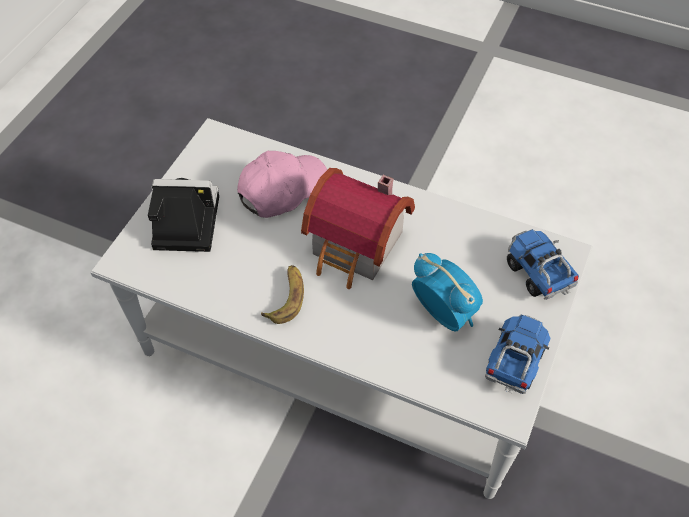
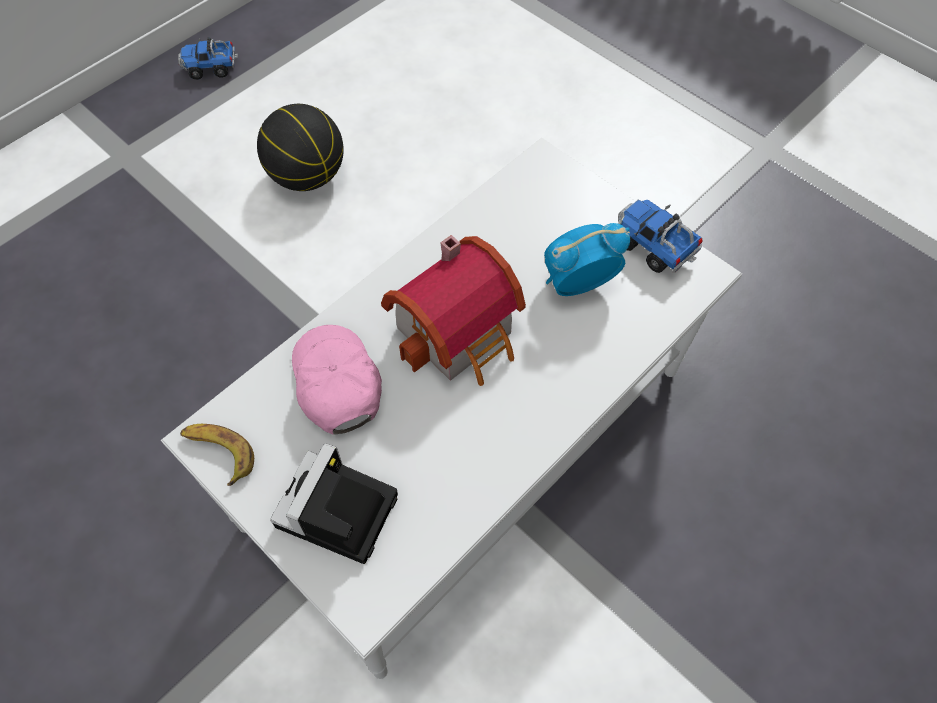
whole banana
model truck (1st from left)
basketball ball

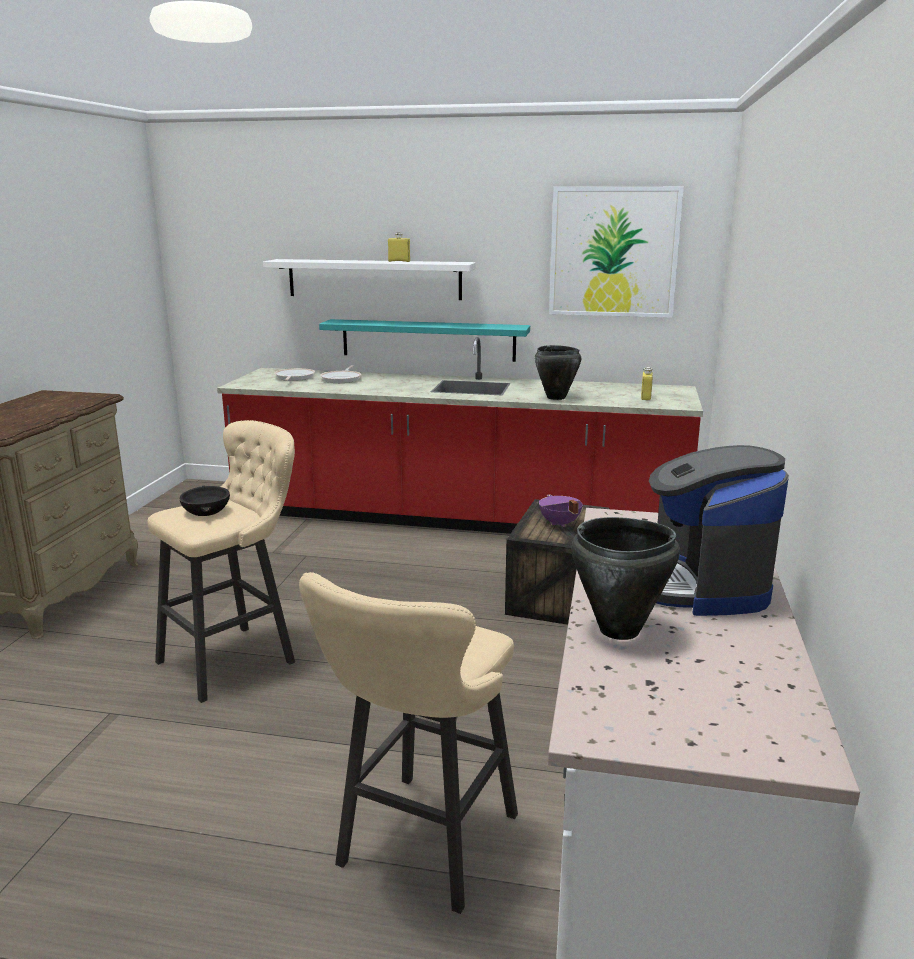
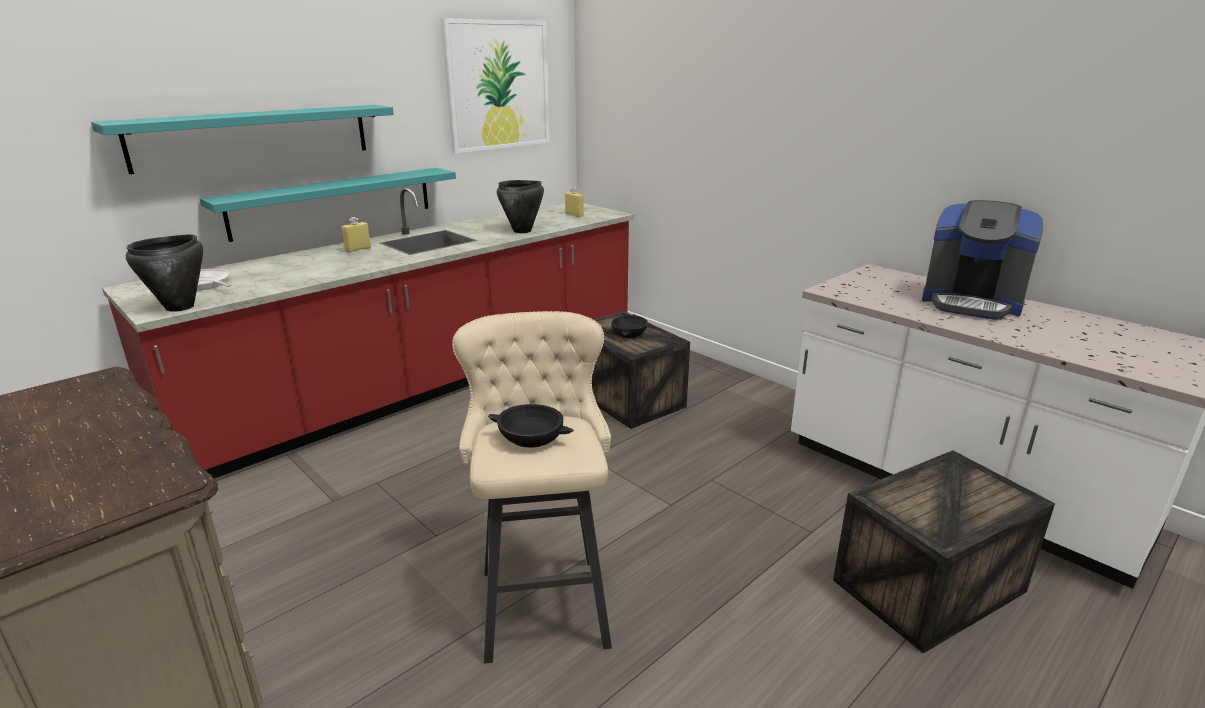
turquoise shelf (1st from left)
shipping crate (2nd from left)
pan (2nd from left in the first image)
yellow bottle (1st from left)
blackish serving bowl (2nd from left)
blackish saucepot (1st from left)

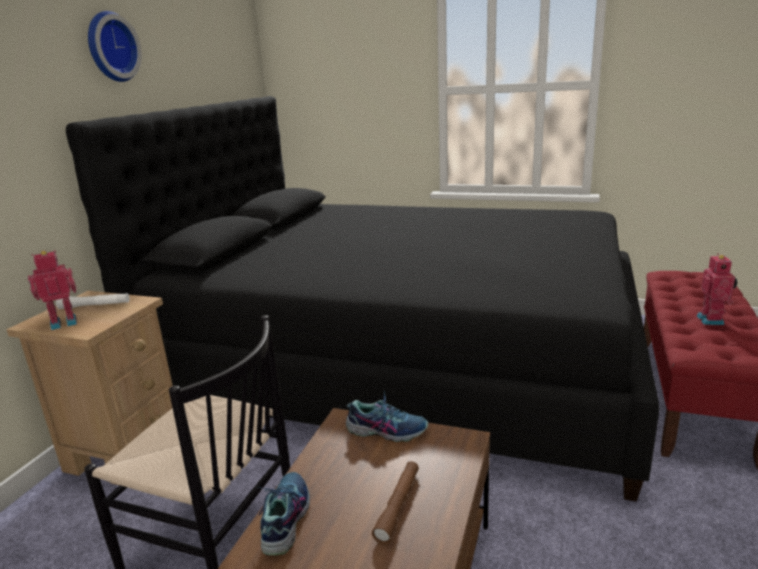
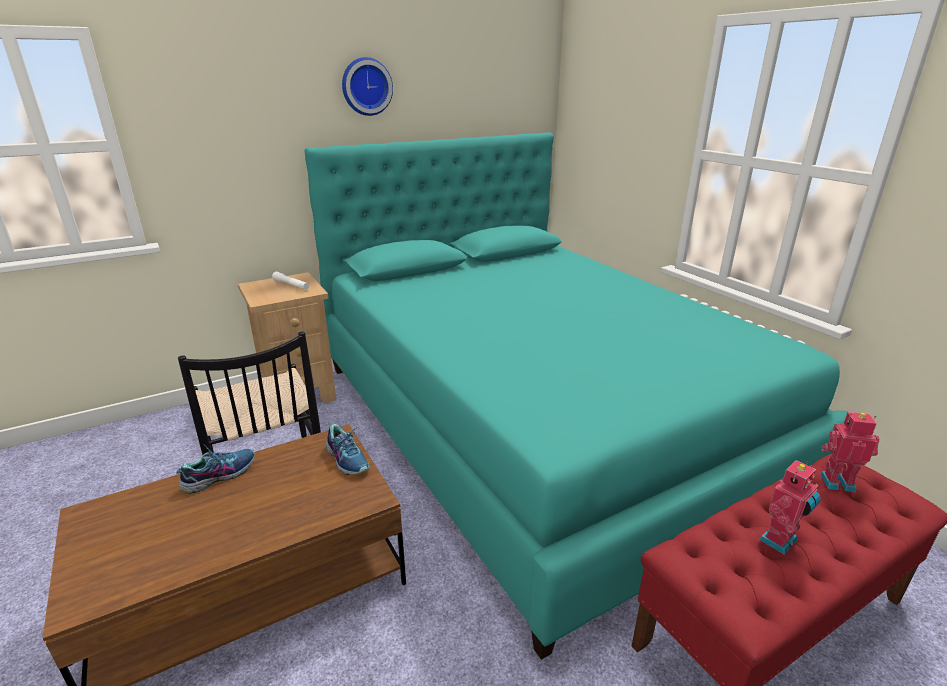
robot figure (2nd from left)
turquoise sleeping bed
brownish flashlight

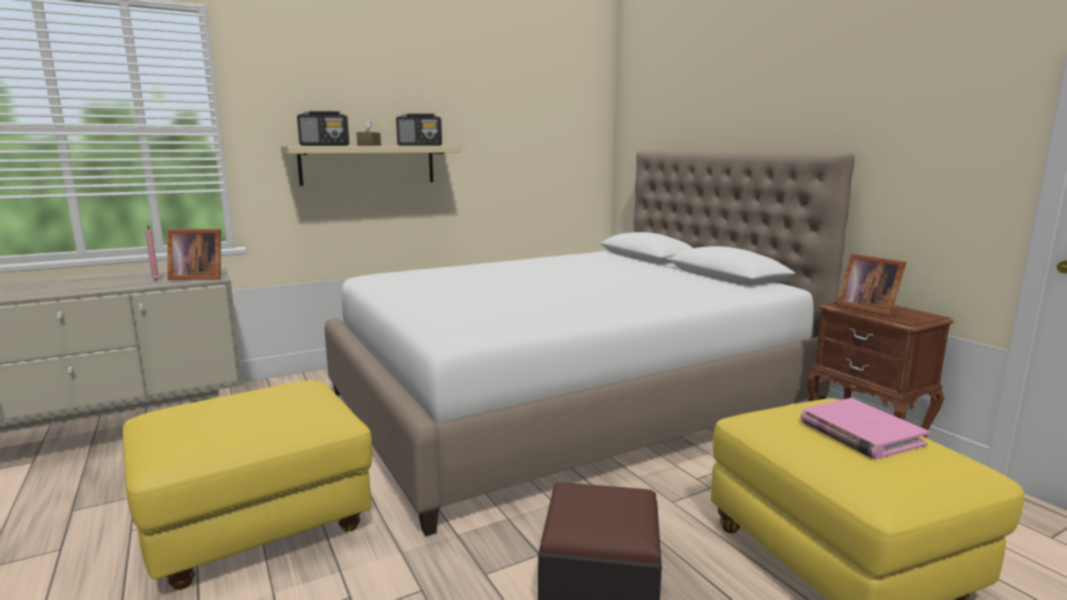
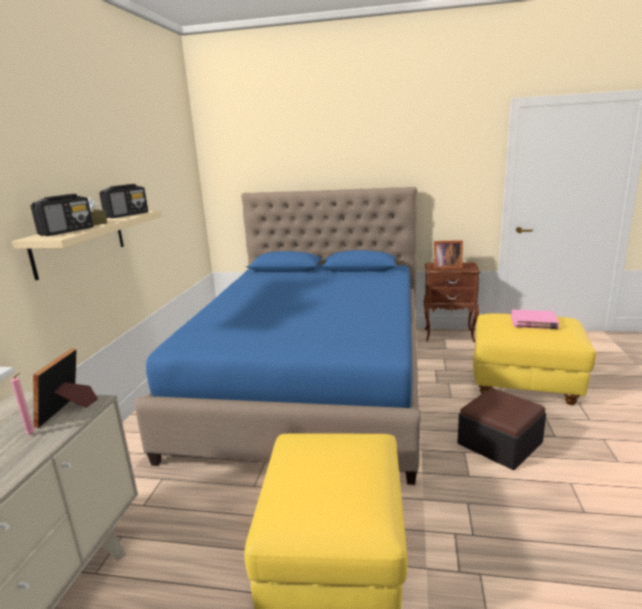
photo frame (1st from left)
blue sleeping bed

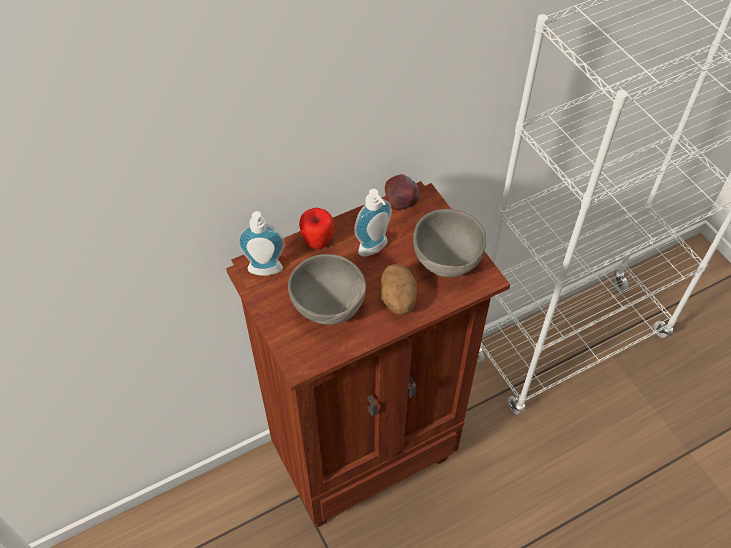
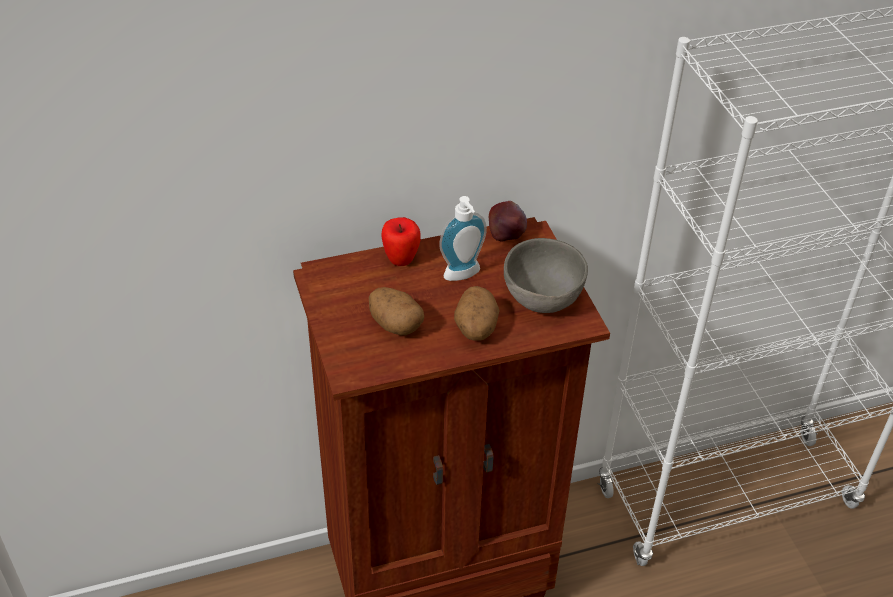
liquid soap bottle (1st from left in the first image)
whole potato (1st from left)

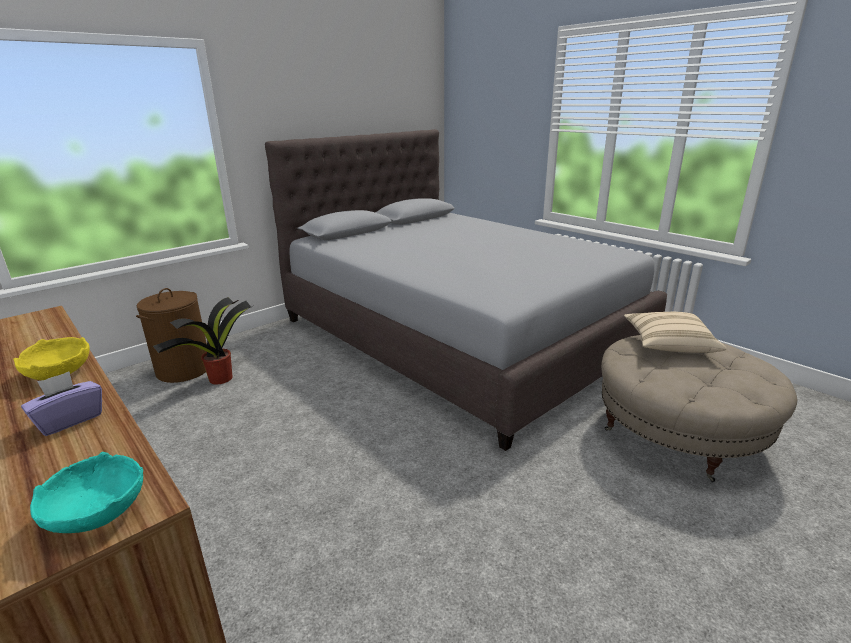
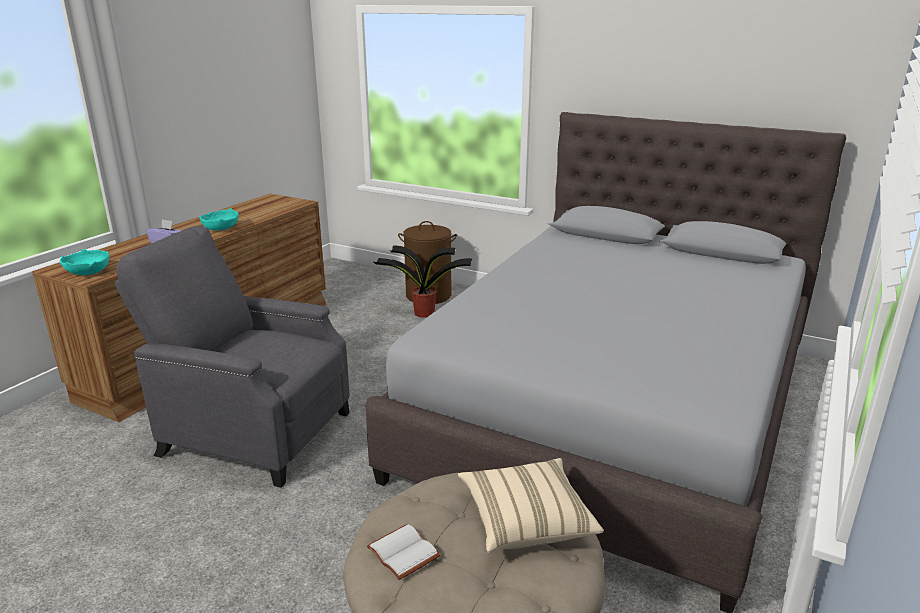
turquoise serving bowl (2nd from left)
greyish easy chair
whitish bound book

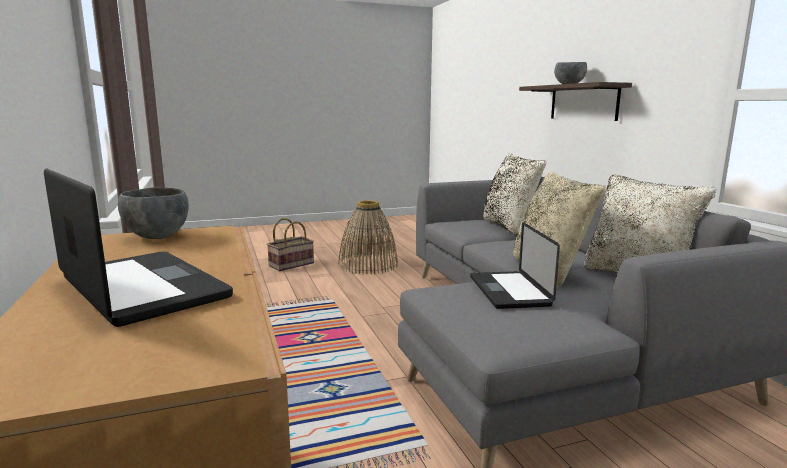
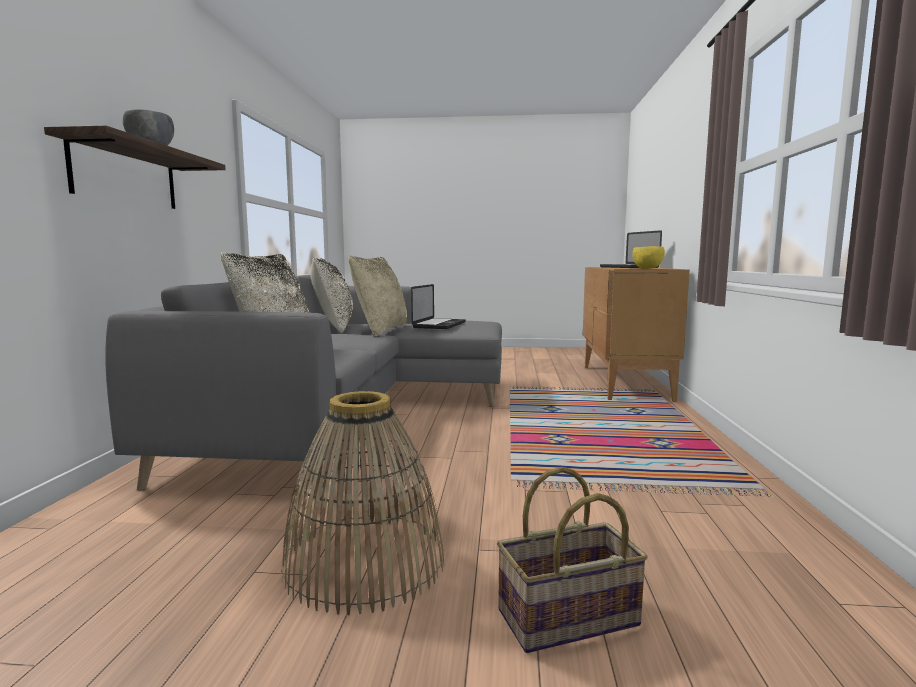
yellow serving bowl

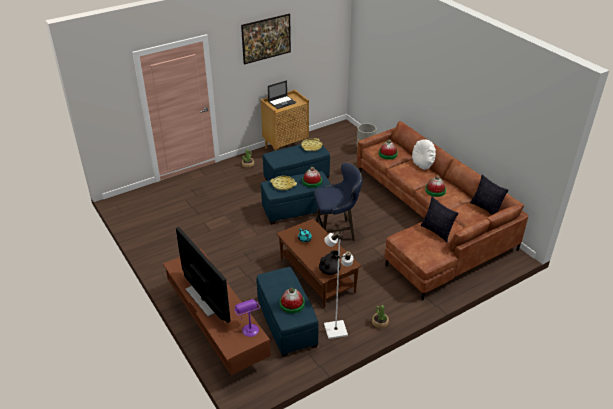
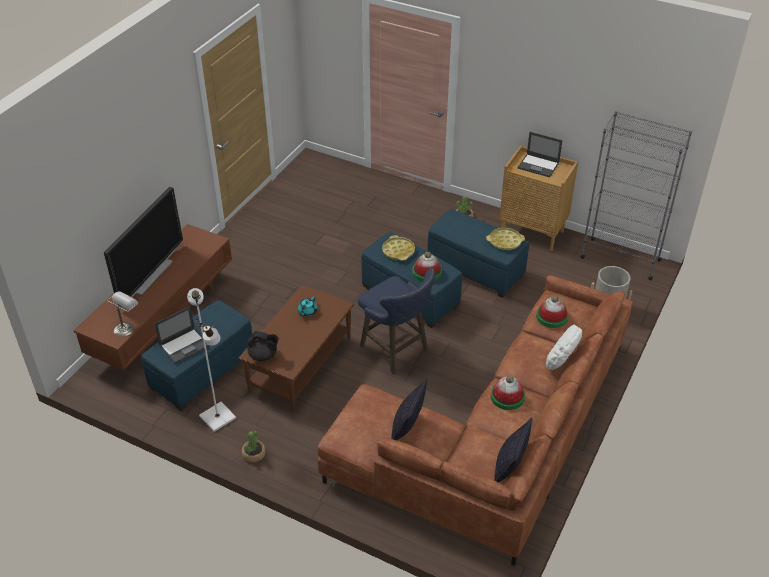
whitish lamp for a table
picture
laptop (1st from left)
greyish bookshelf

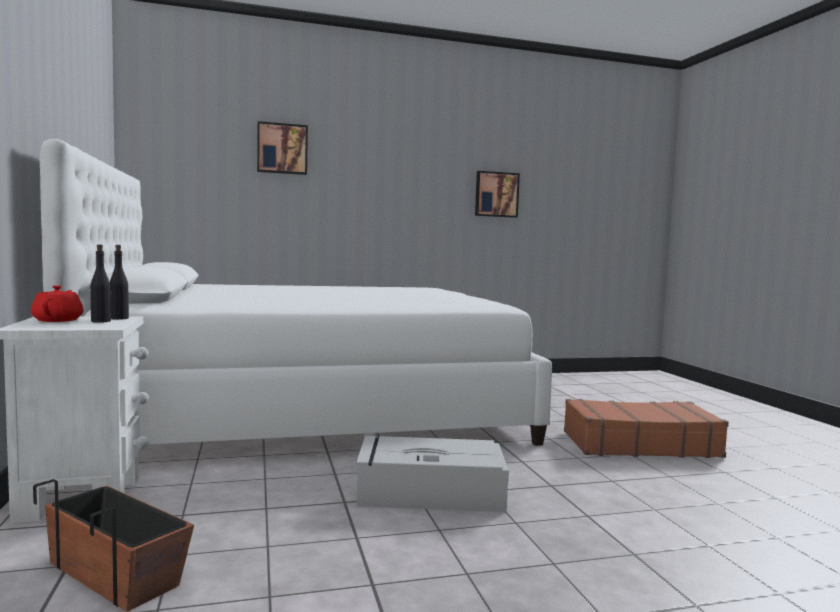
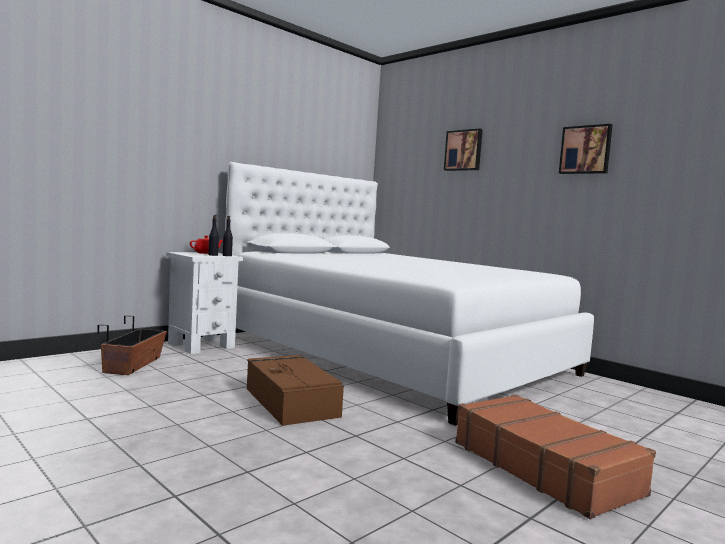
brownish storage bin
picture (2nd from left)

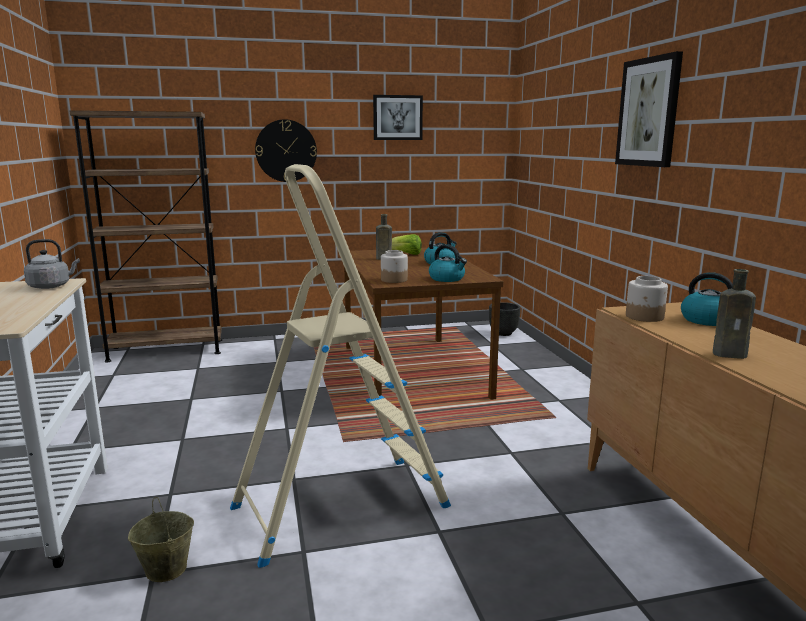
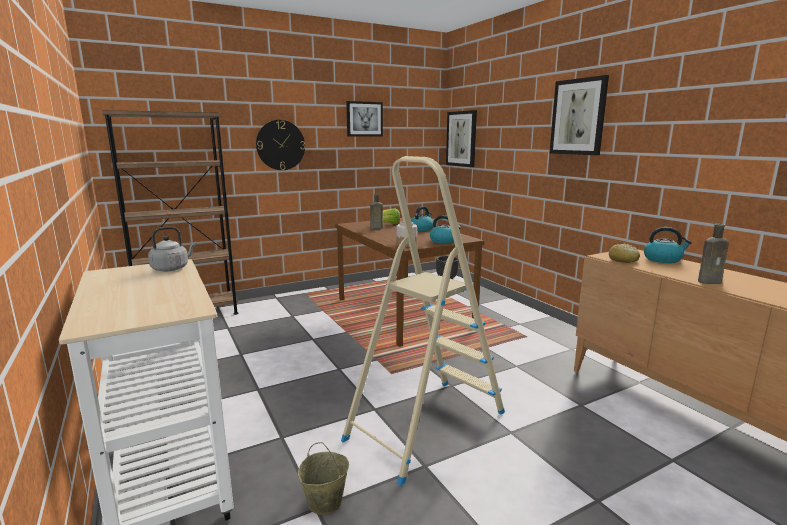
baked bread
picture (2nd from left)

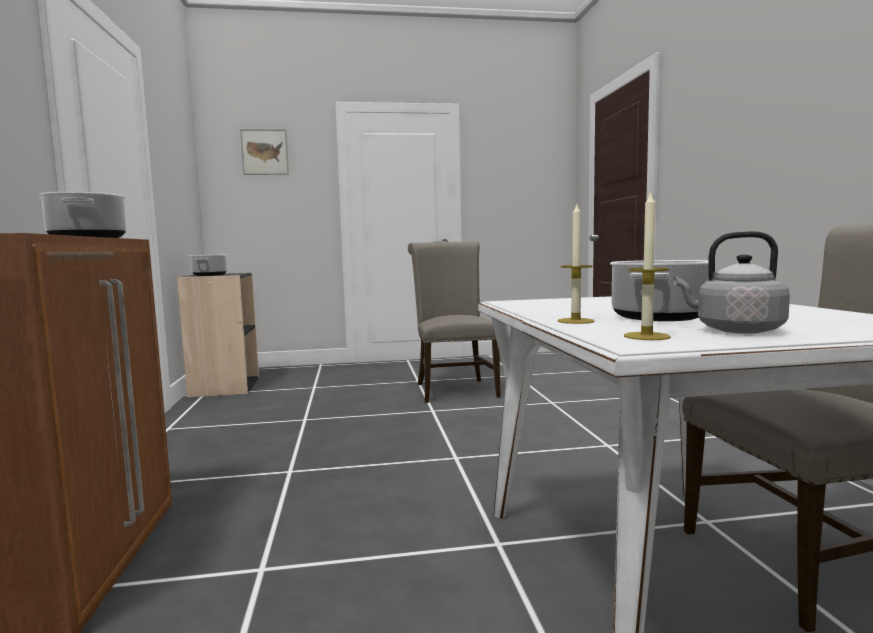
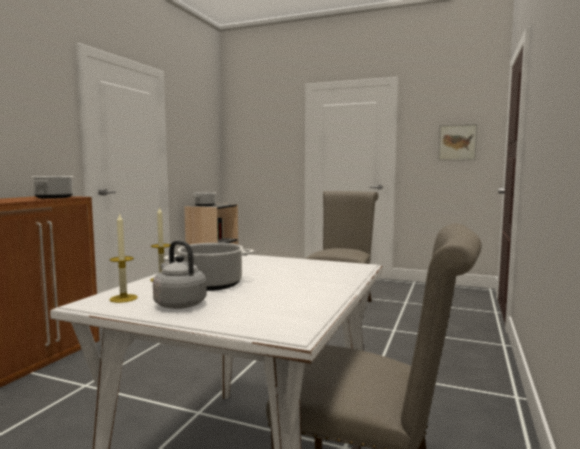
picture

